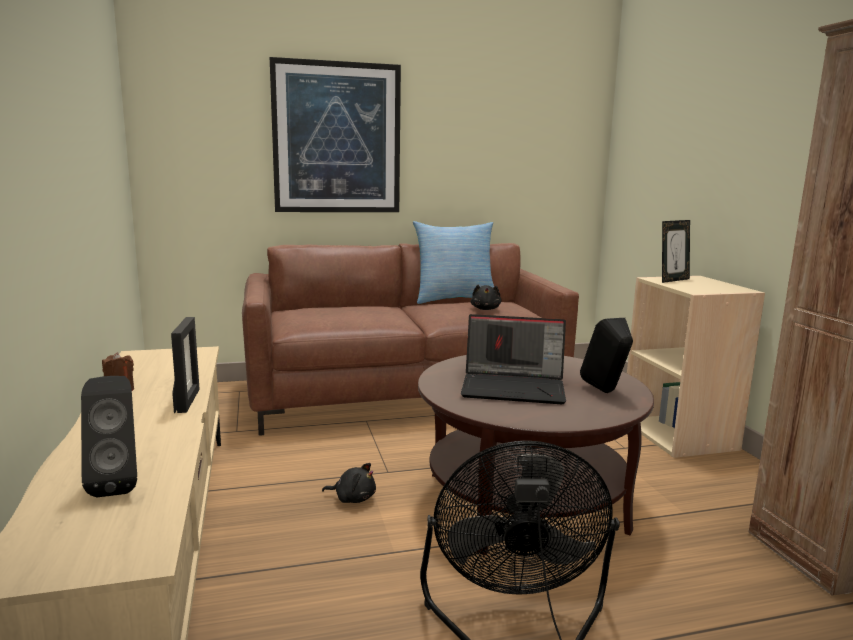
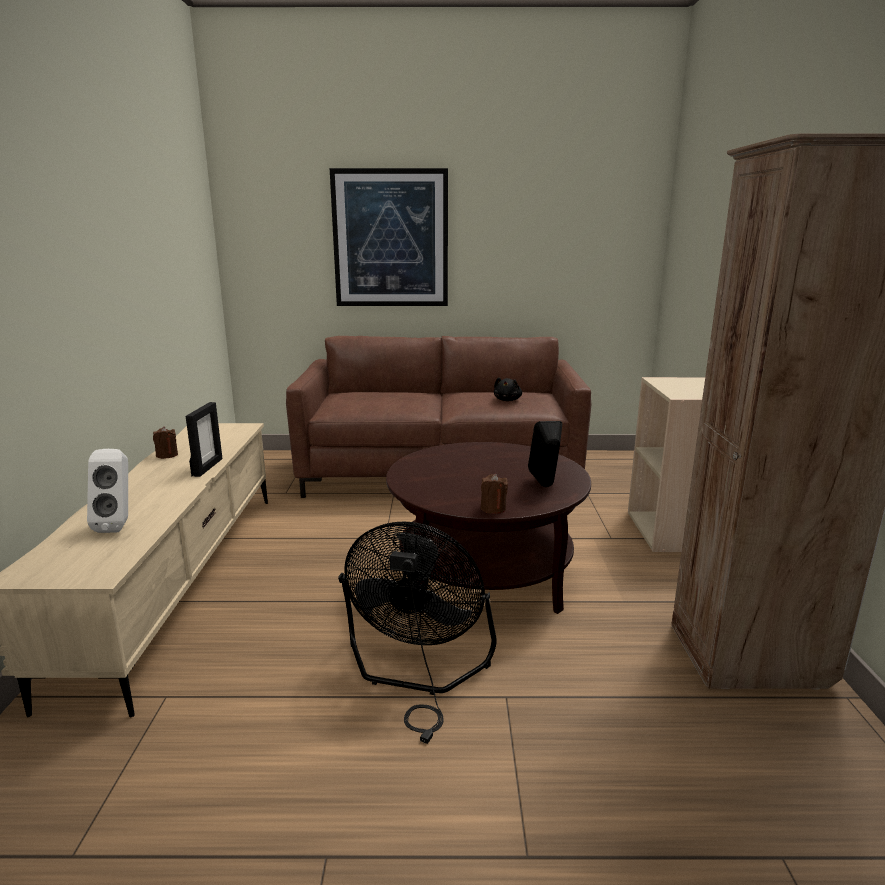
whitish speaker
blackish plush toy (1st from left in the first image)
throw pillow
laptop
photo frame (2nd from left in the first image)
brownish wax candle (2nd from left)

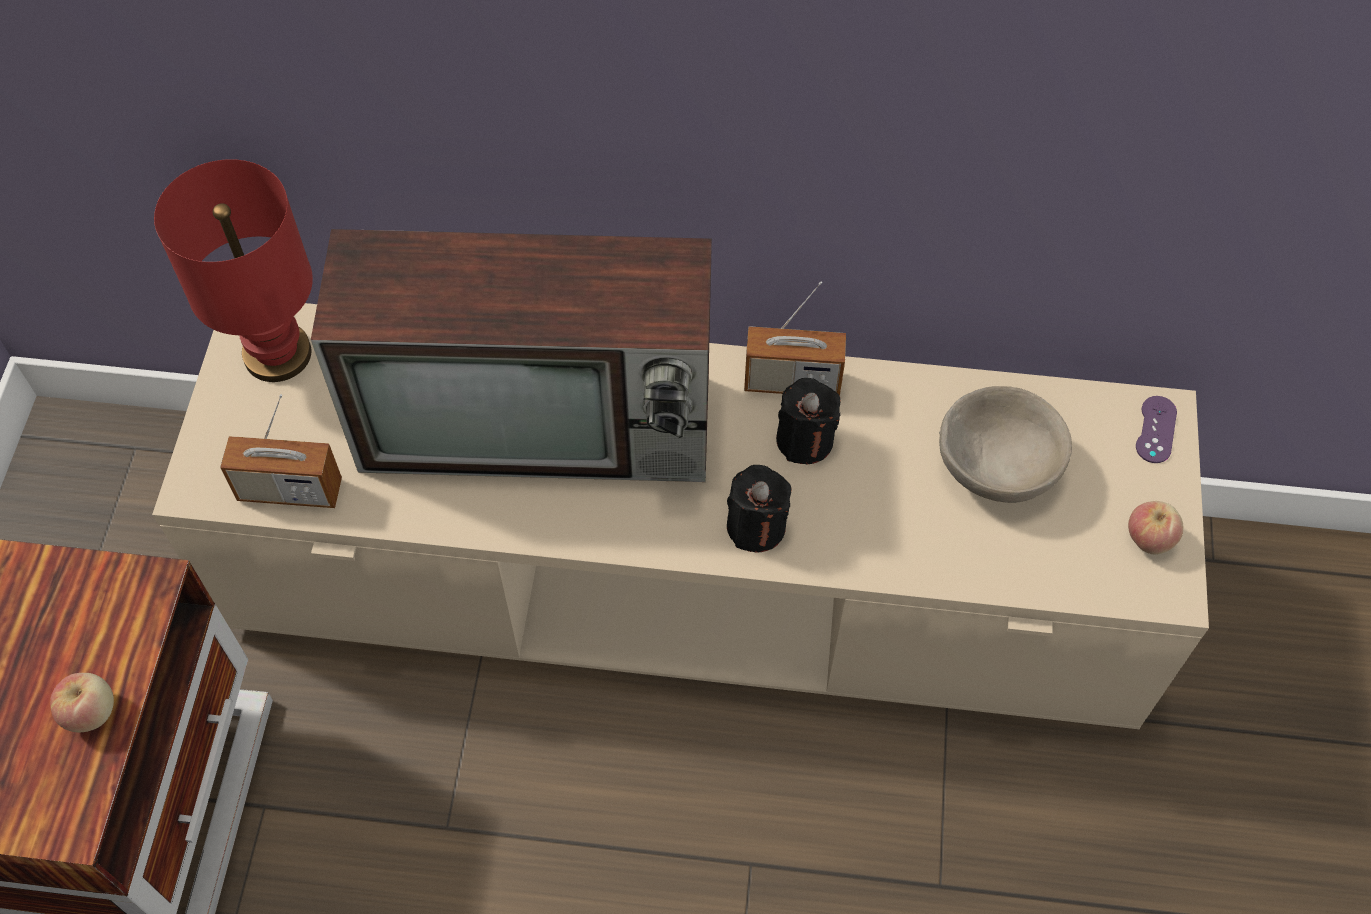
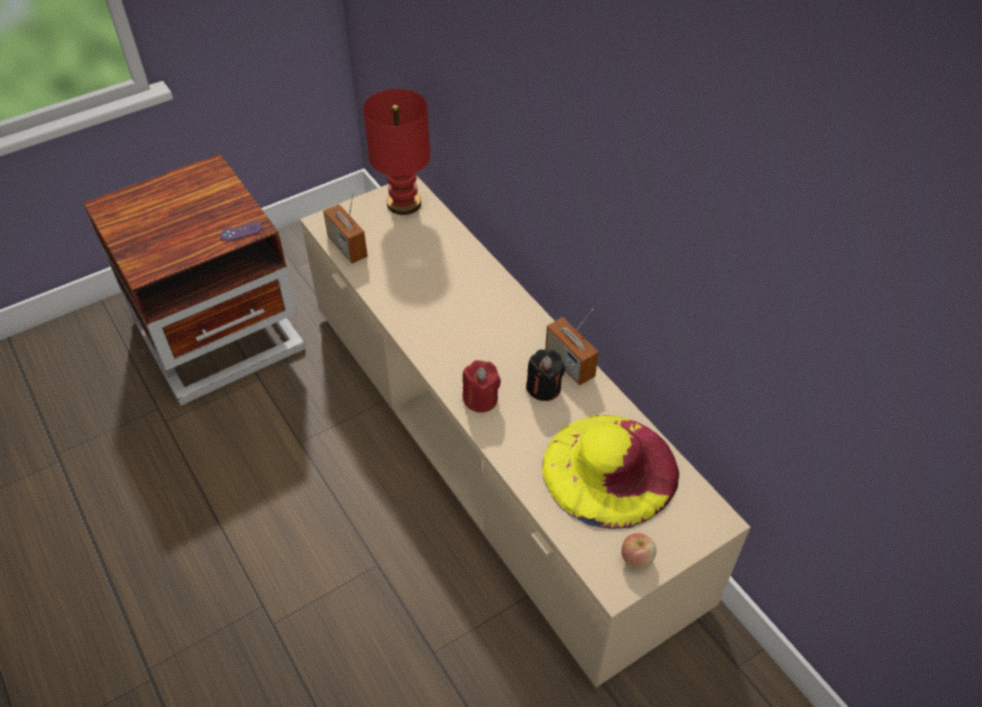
apple (1st from left in the first image)
television
reddish wax candle
yellow wearable hat
purple gamepad

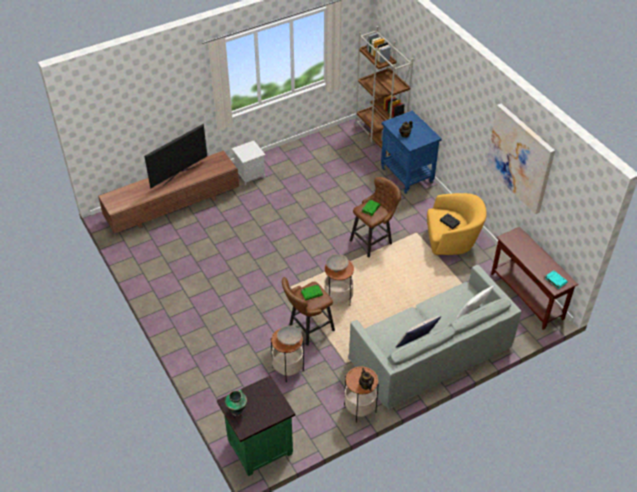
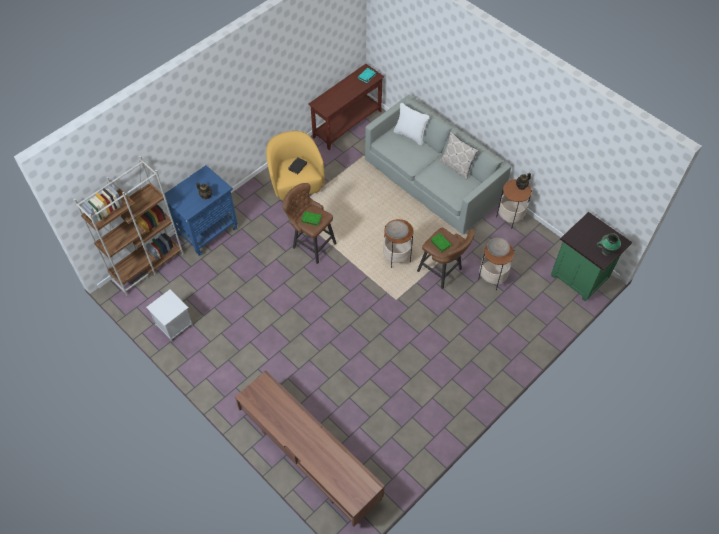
television
greyish nightstand
picture

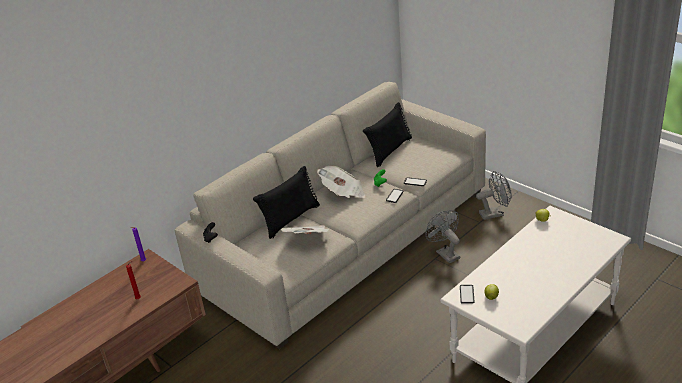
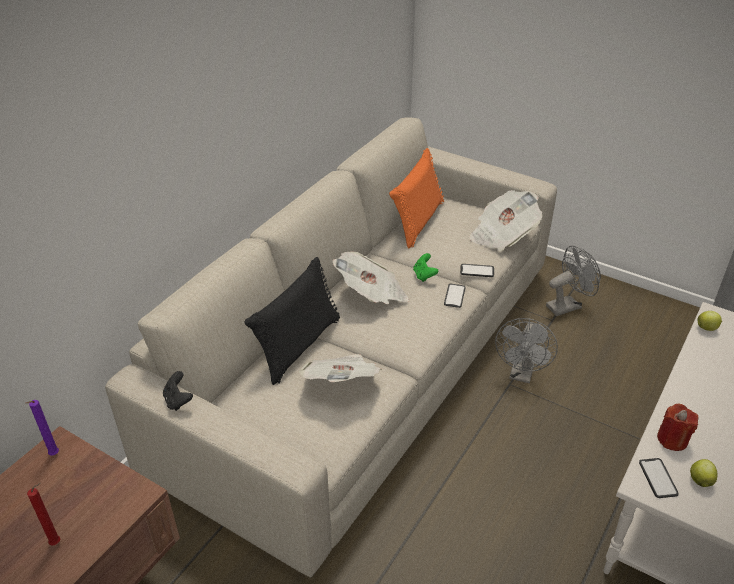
orange throw pillow
greyish electric fan (1st from left)
newspaper (3rd from left)
reddish wax candle (2nd from left)

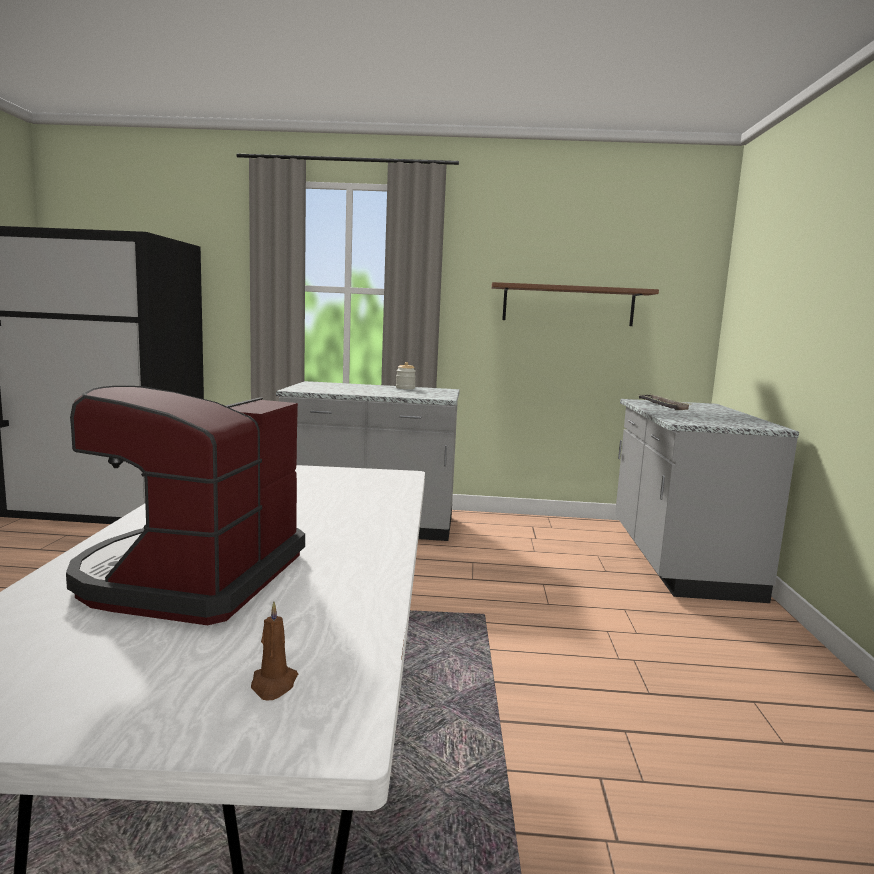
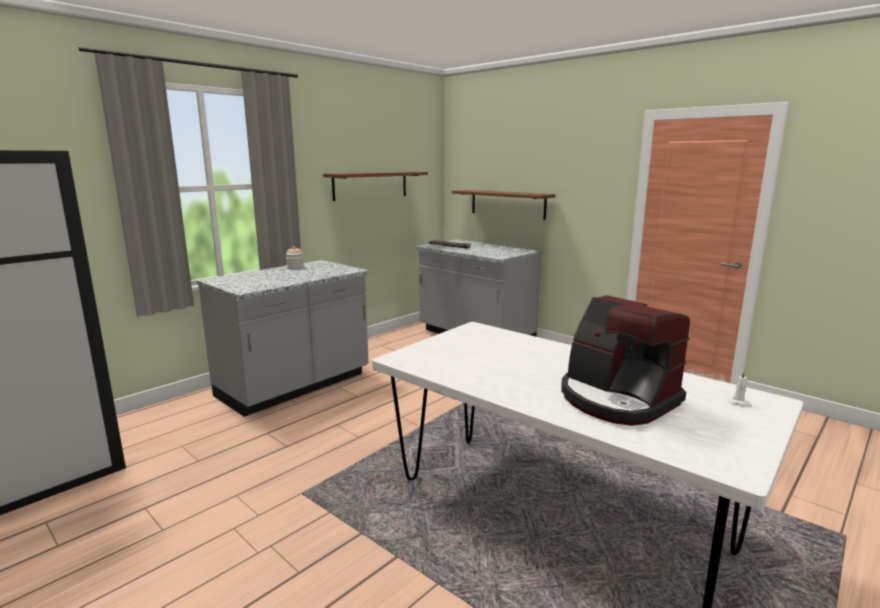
whitish wax candle
brownish shelf (2nd from left)

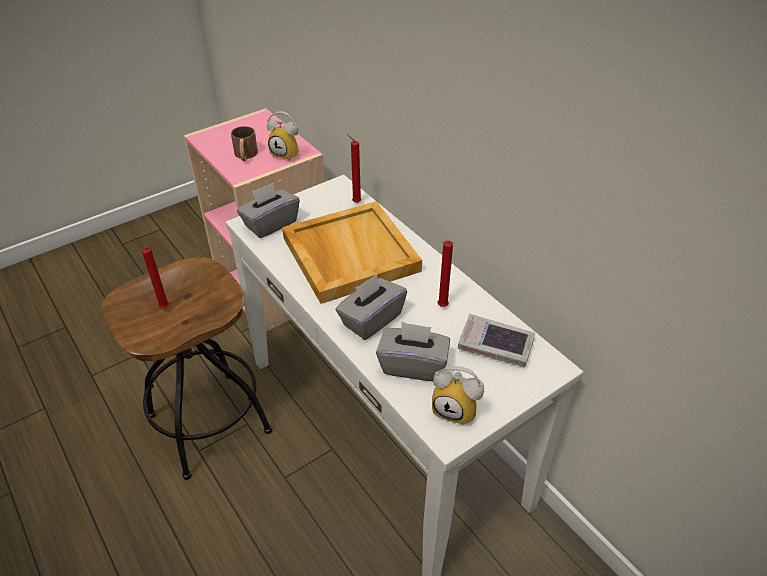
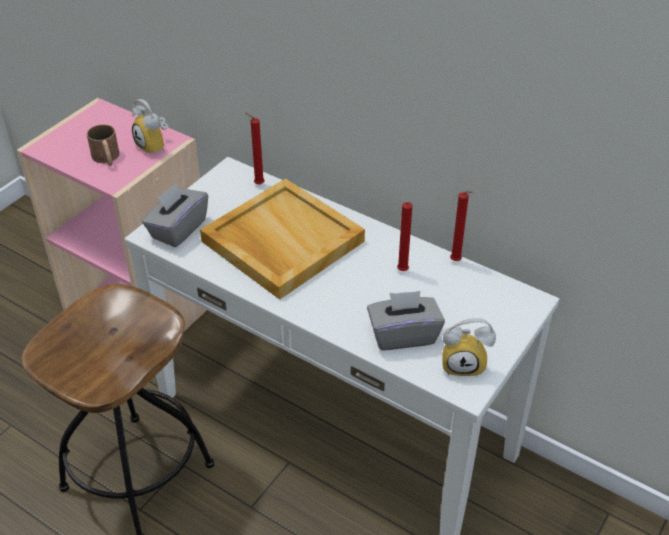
reddish wax candle (3rd from left)
alarm clock (1st from left)
greyish box of tissues (2nd from left in the first image)
bound book

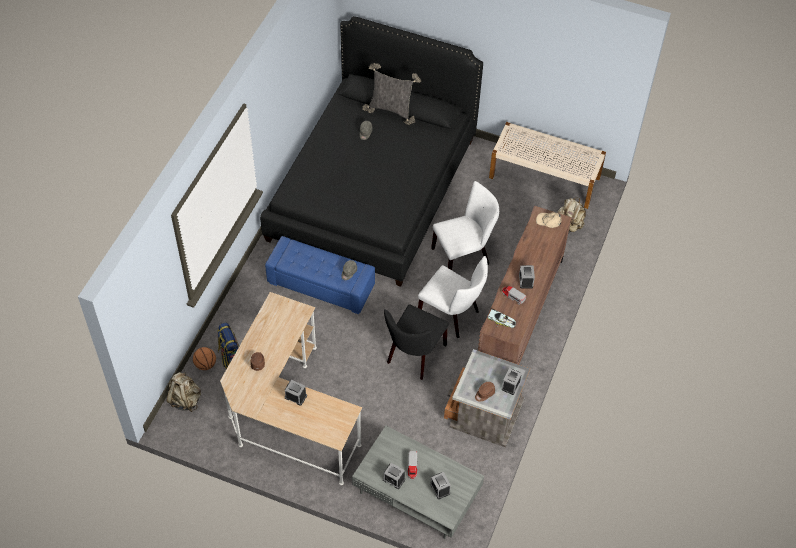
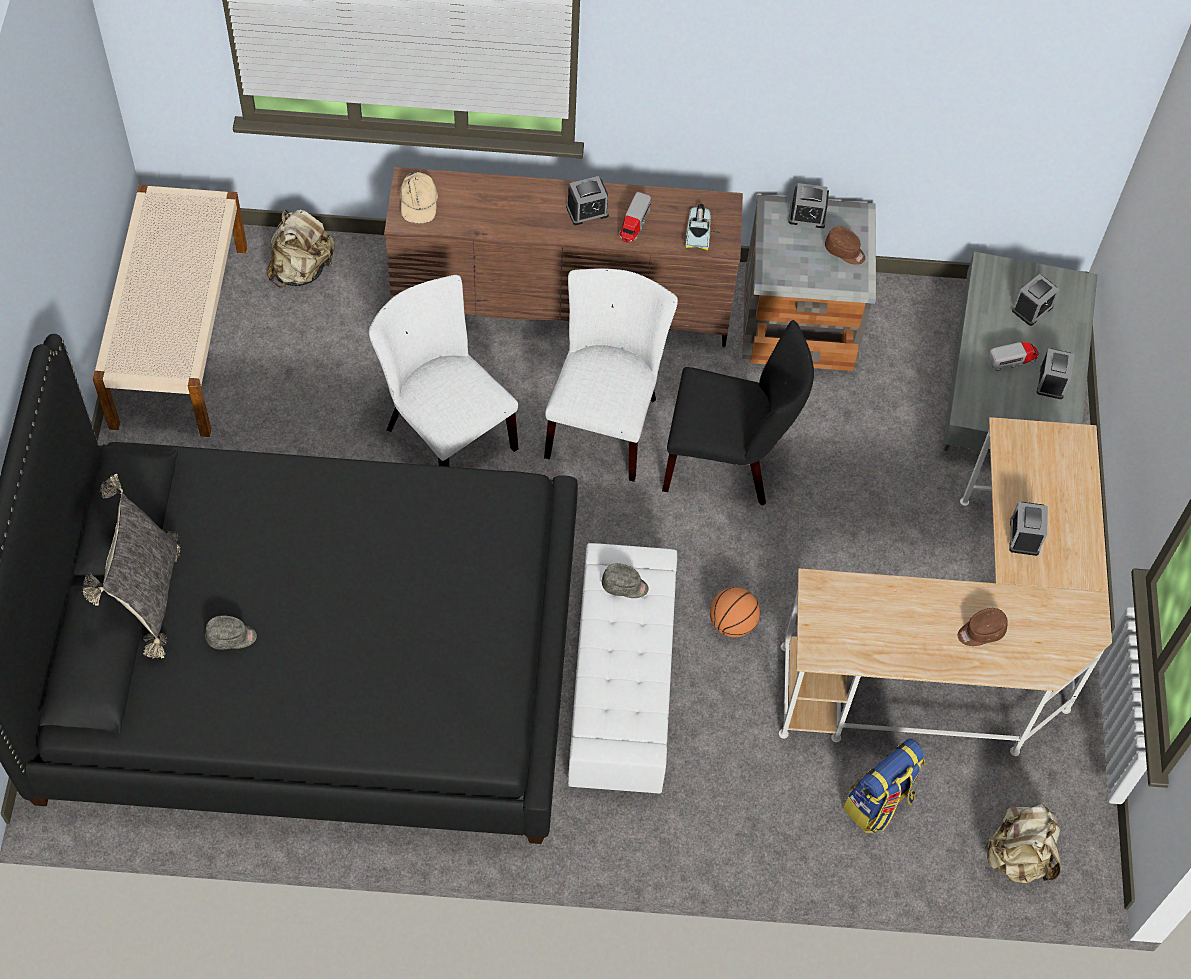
basketball ball
whitish ottoman

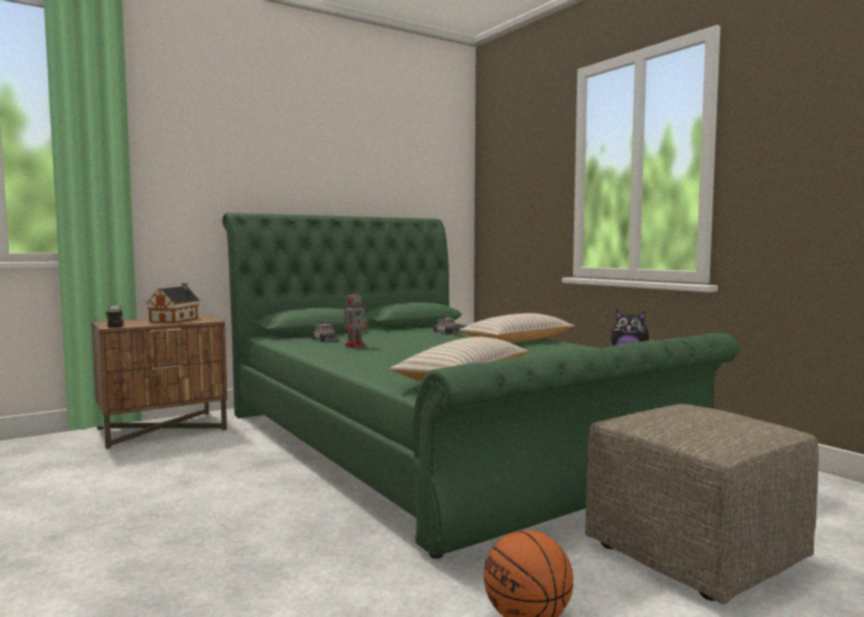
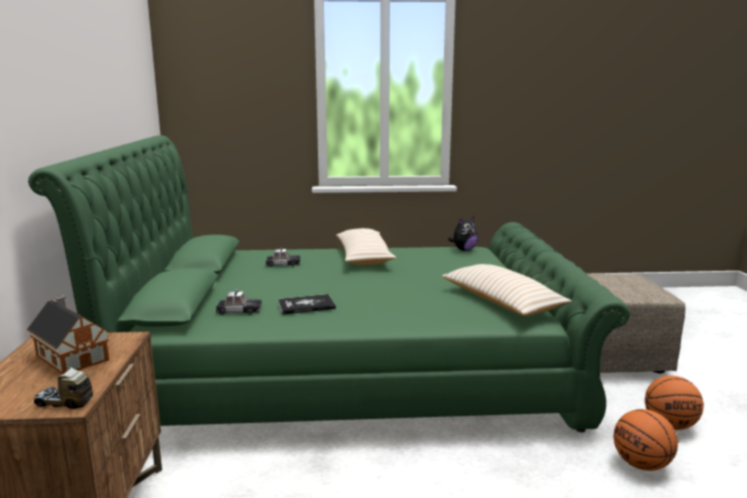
bound book
basketball ball (1st from left)

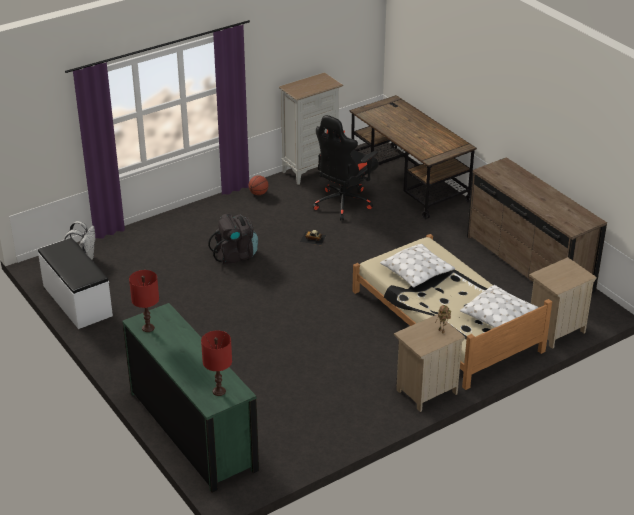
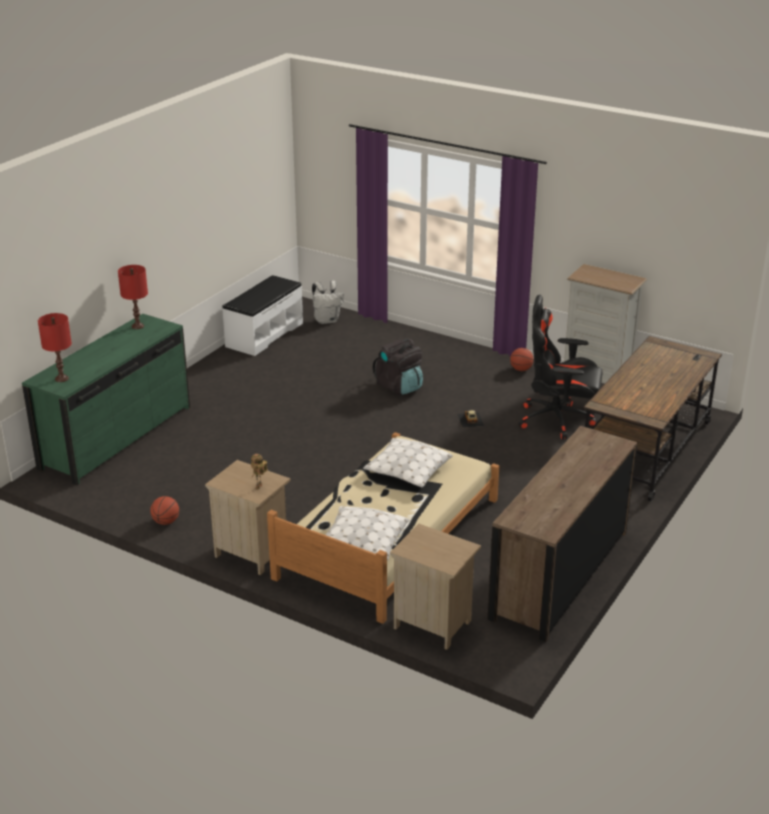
basketball ball (1st from left)

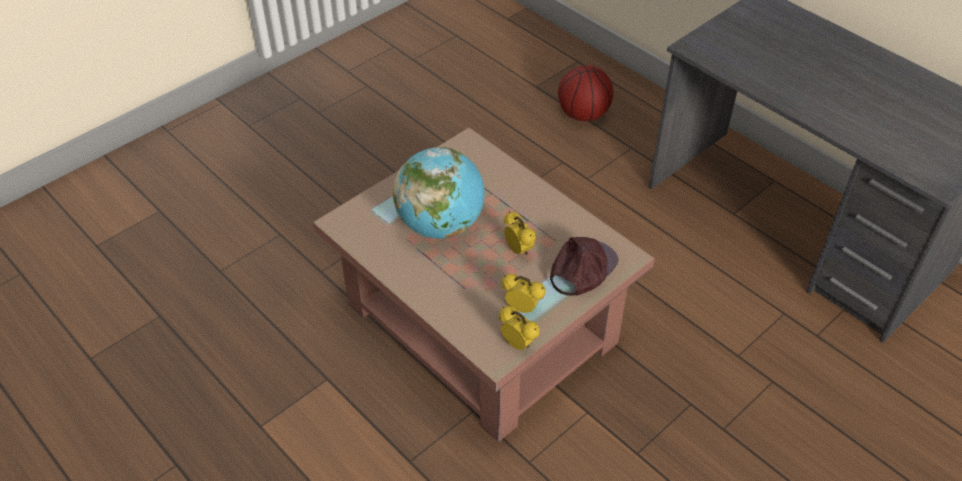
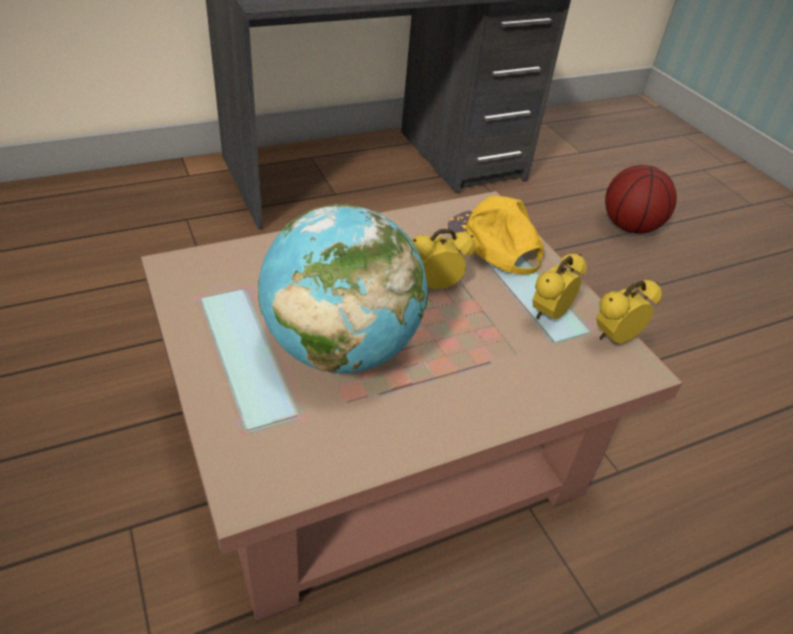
yellow cap
basketball ball

